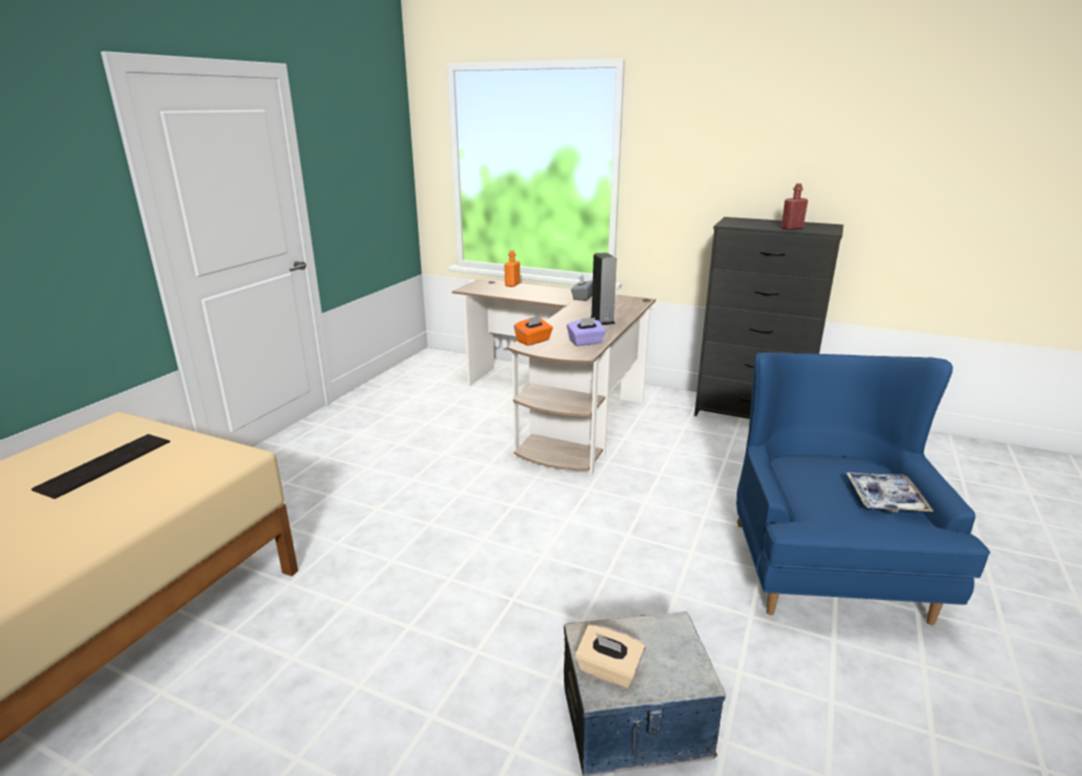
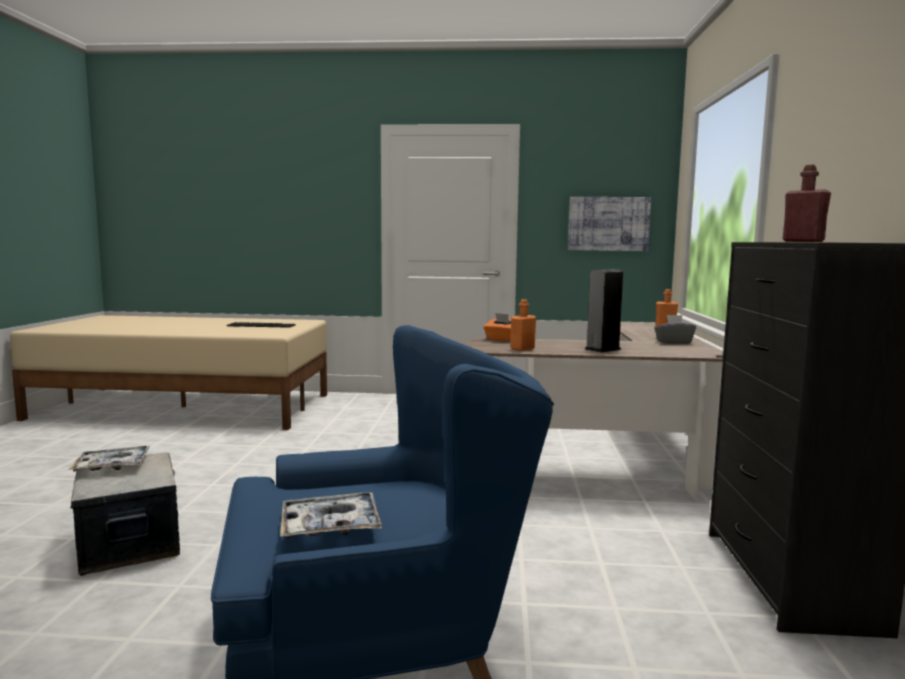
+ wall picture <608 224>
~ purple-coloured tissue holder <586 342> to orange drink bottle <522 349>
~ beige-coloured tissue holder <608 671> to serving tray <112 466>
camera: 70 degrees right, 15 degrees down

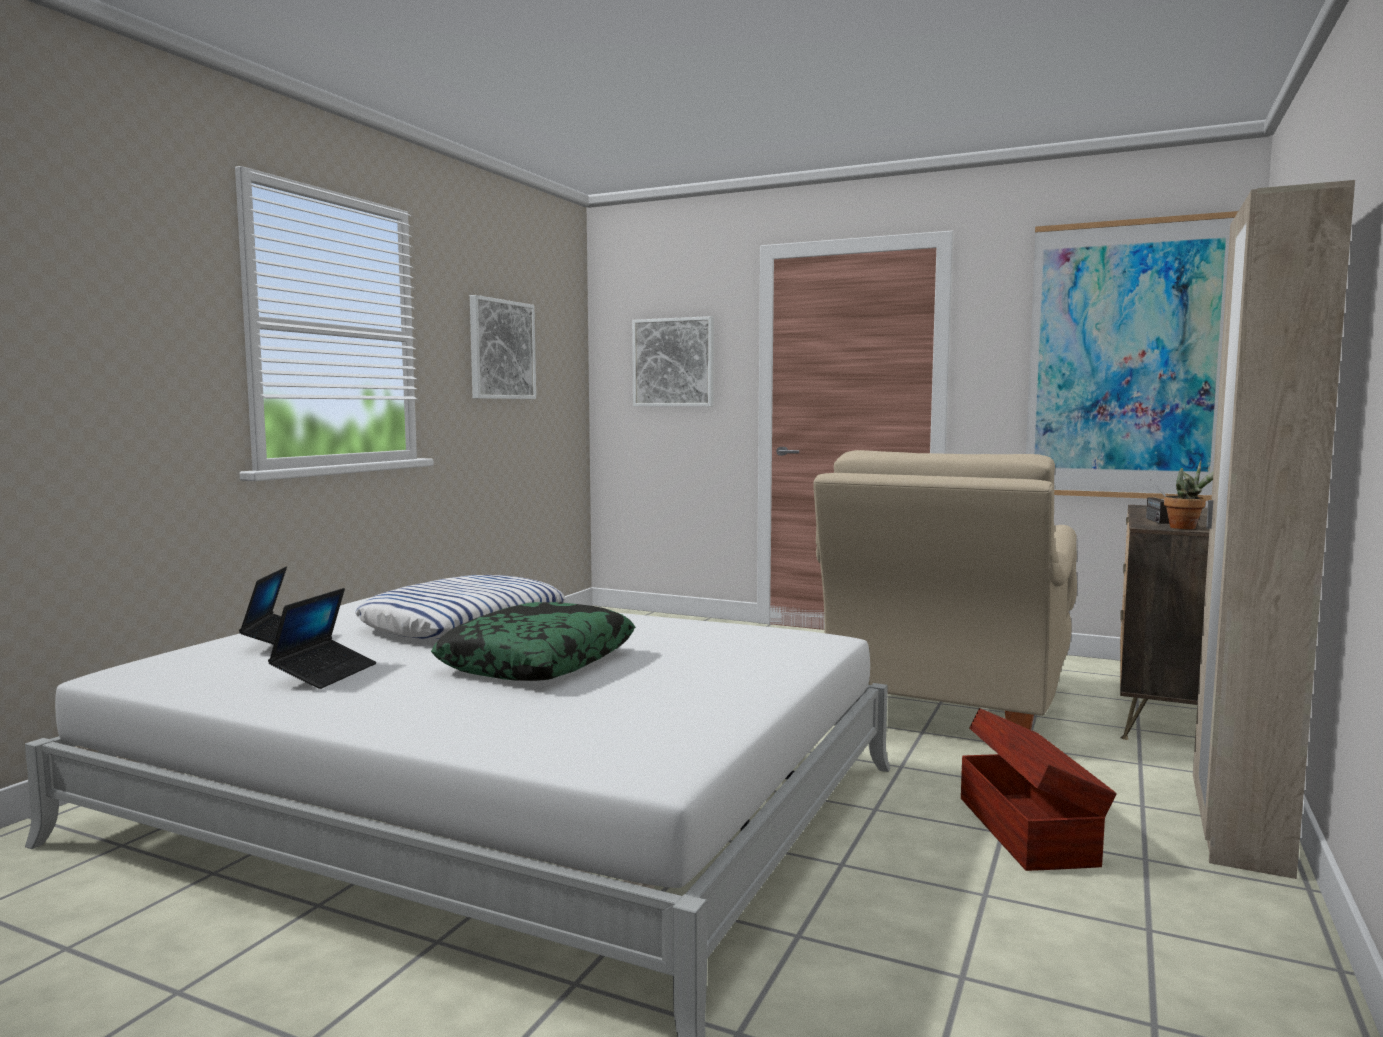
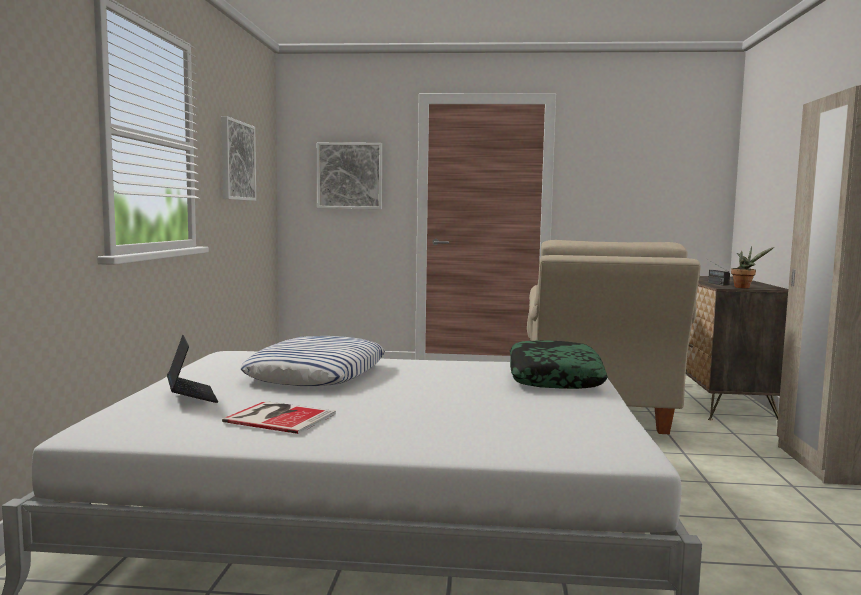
- brown-coloured storage container <1027 829>
- wall picture <1124 361>
~ cushion <538 661> to <553 378>
~ notebook computer <325 673> to volume <279 417>
camera: 20 degrees left, 0 degrees up

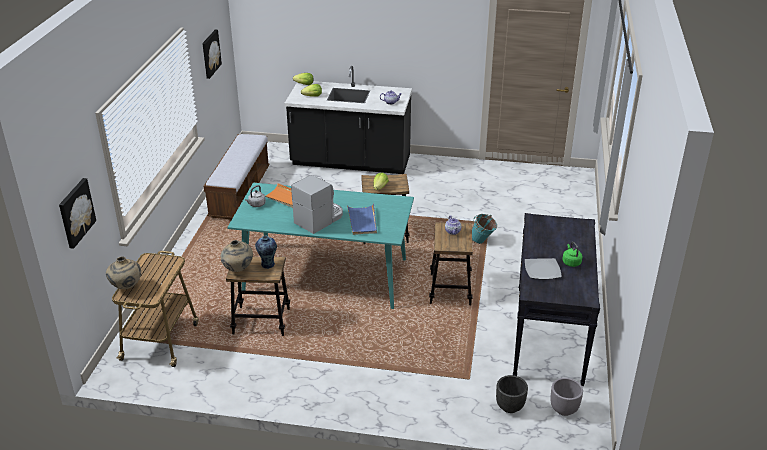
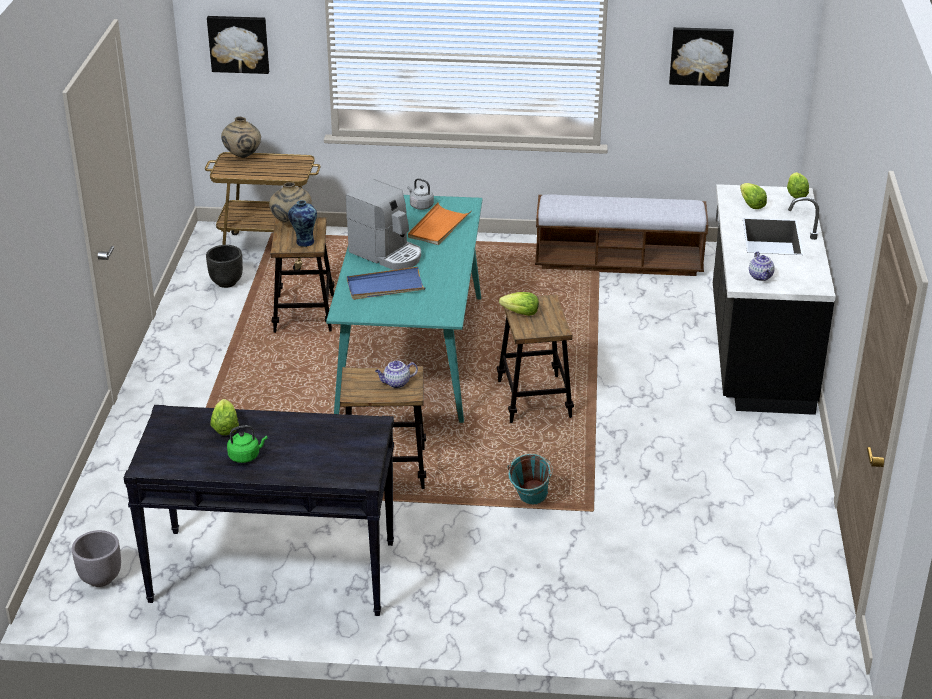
~ blackish planter <510 407> to <226 283>
~ plate <543 270> to lettuce <225 428>
camera: 85 degrees right, 0 degrees up

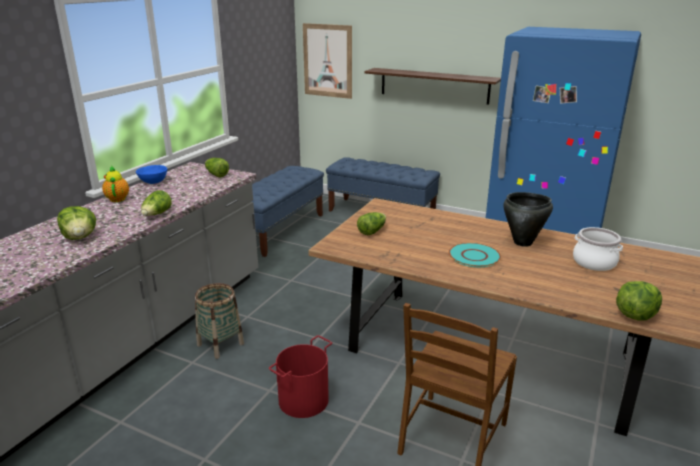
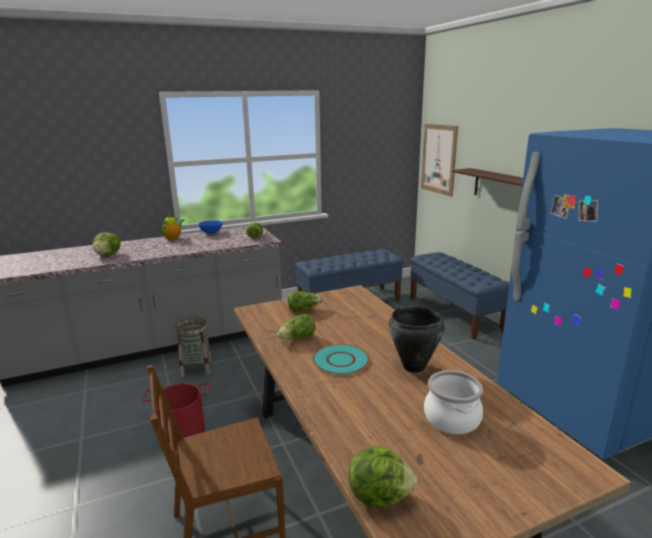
~ lettuce <157 214> to <297 338>
camera: 40 degrees right, 5 degrees down

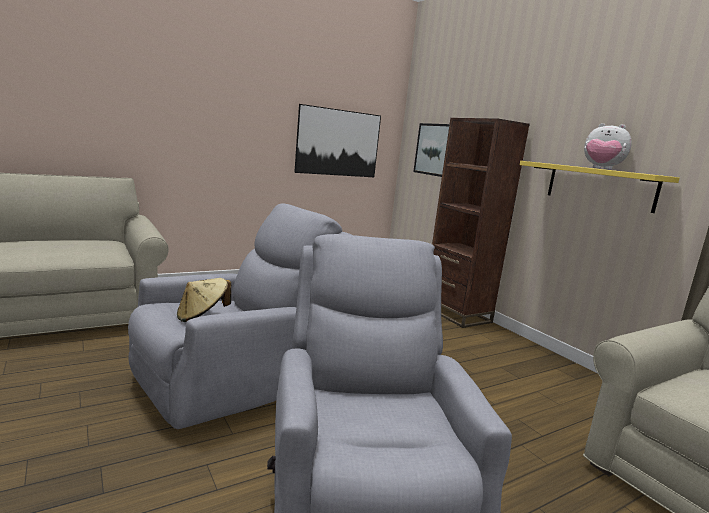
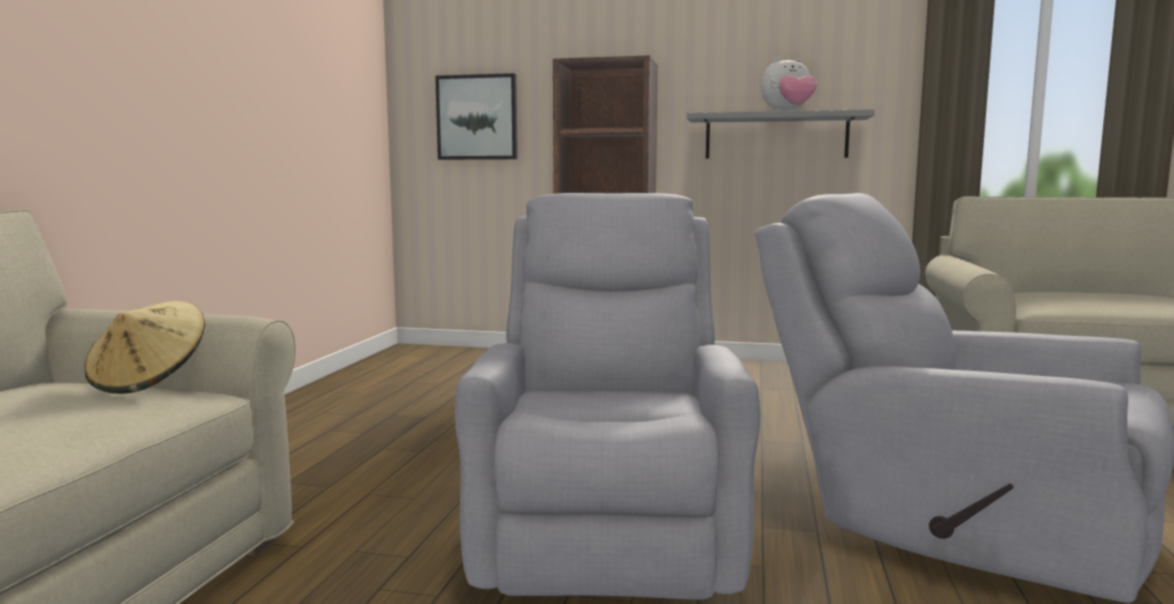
- wall picture <338 143>
~ beige-coloured hat <202 316> to <150 381>
~ yellow-coloured wall shelf <599 186> to grey wall shelf <776 136>
camera: 45 degrees left, 5 degrees down

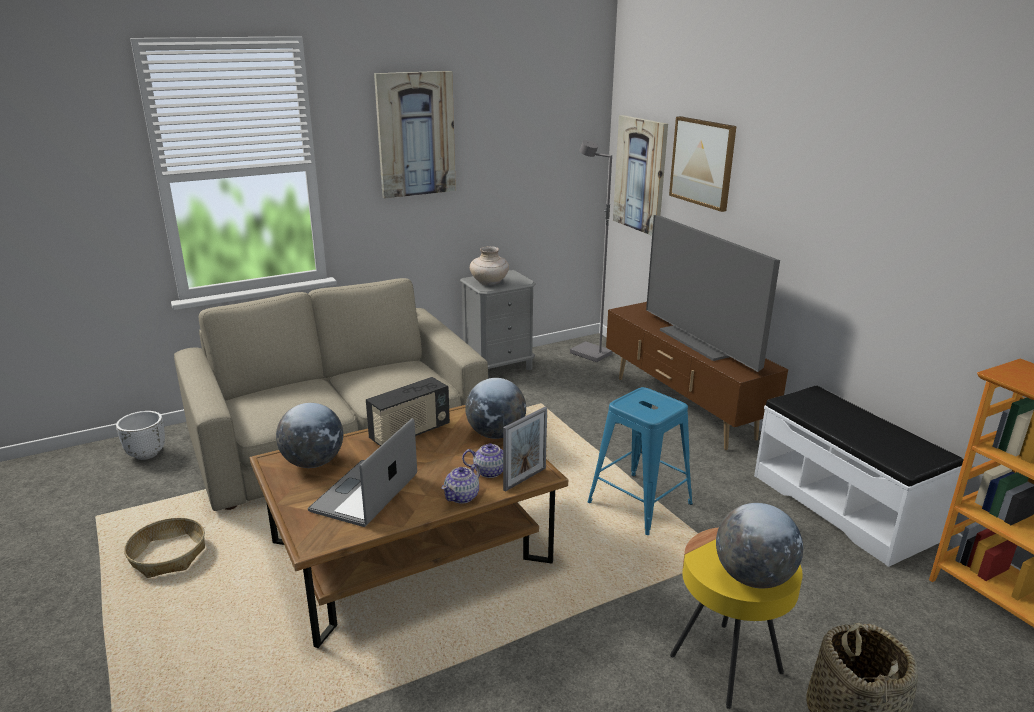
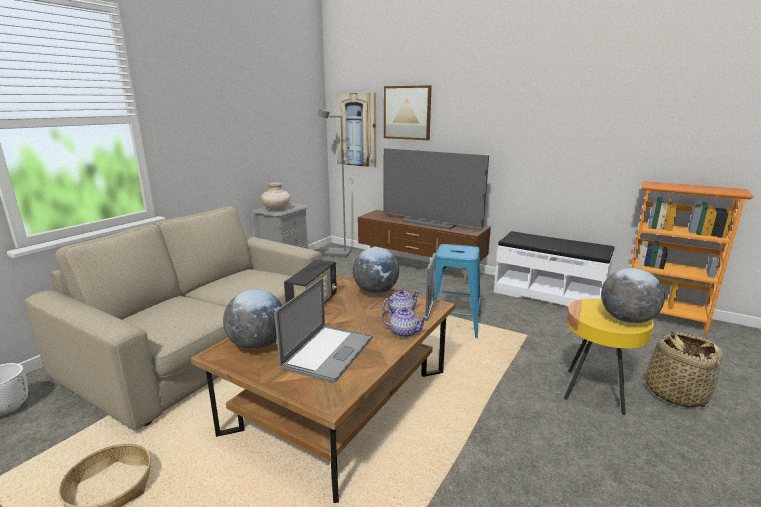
- wall picture <415 134>
~ notebook computer <365 493> = <328 352> 150 degrees counterclockwise
~ teapot <462 496> = <404 332> 75 degrees counterclockwise
camera: 30 degrees left, 5 degrees down

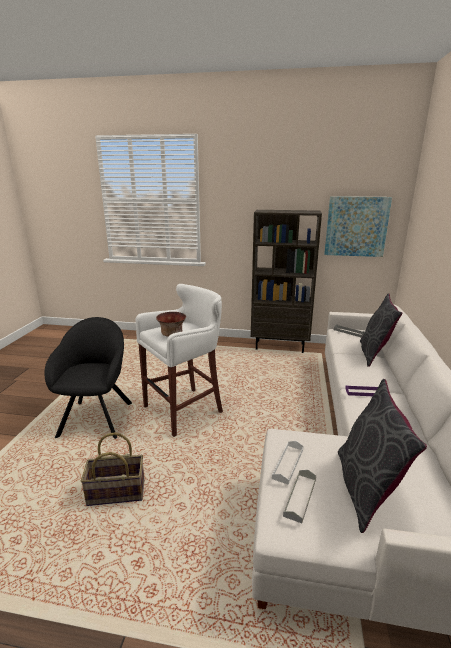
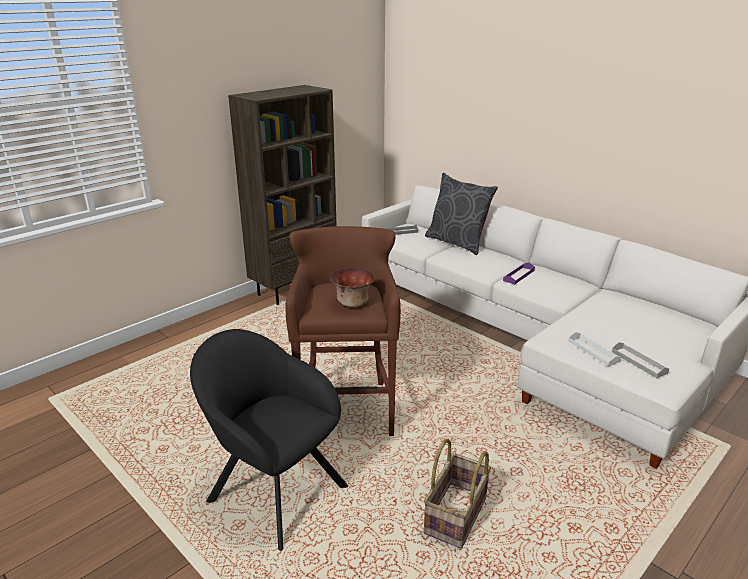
- wall picture <356 226>
- grey cushion <366 489>
~ whitish stool seat <185 410> to brown-coloured stool seat <346 407>
camera: 55 degrees left, 5 degrees up

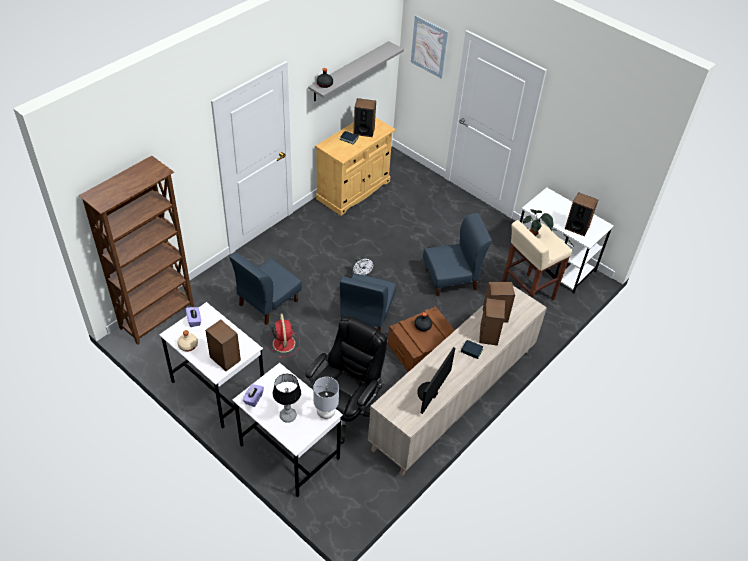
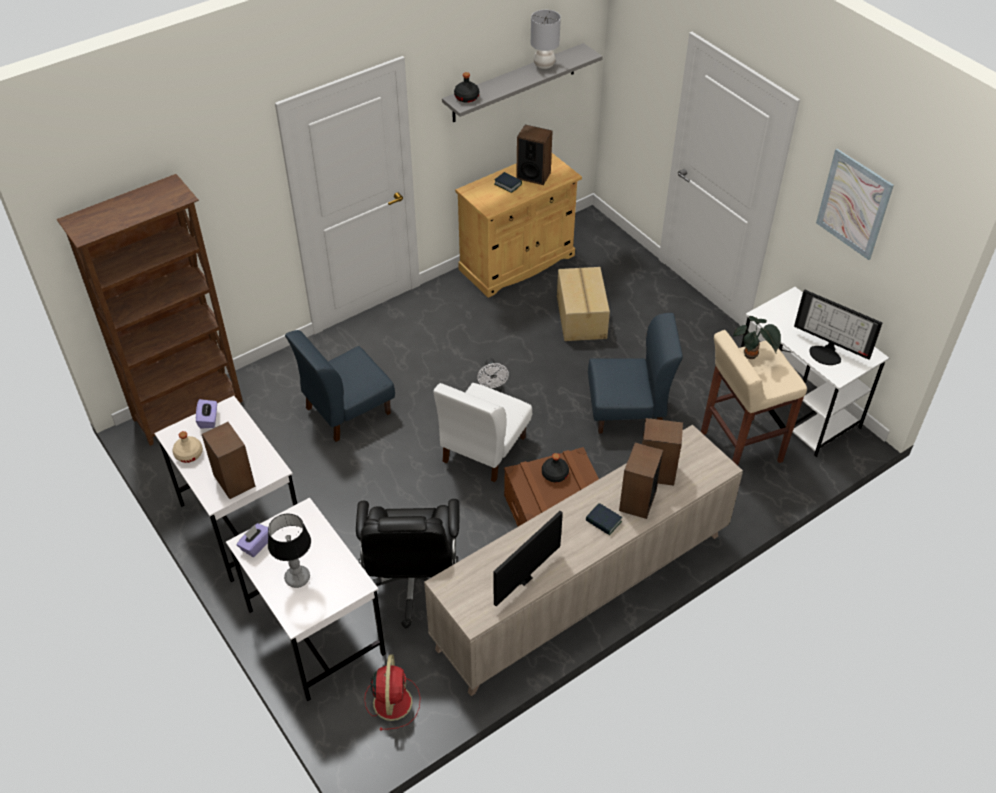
+ carton <582 317>
~ red-coloured electric fan <283 342> to <392 701>
~ grey lamp for a table <326 413> to <544 66>
~ wall picture <429 47> to <854 204>
~ speaker <577 227> to computer display <826 353>
~ blue upright chair <366 316> to whitish upright chair <483 449>
~ blackish office chair <344 410> = <413 584> 135 degrees clockwise
camera: 15 degrees right, 0 degrees up

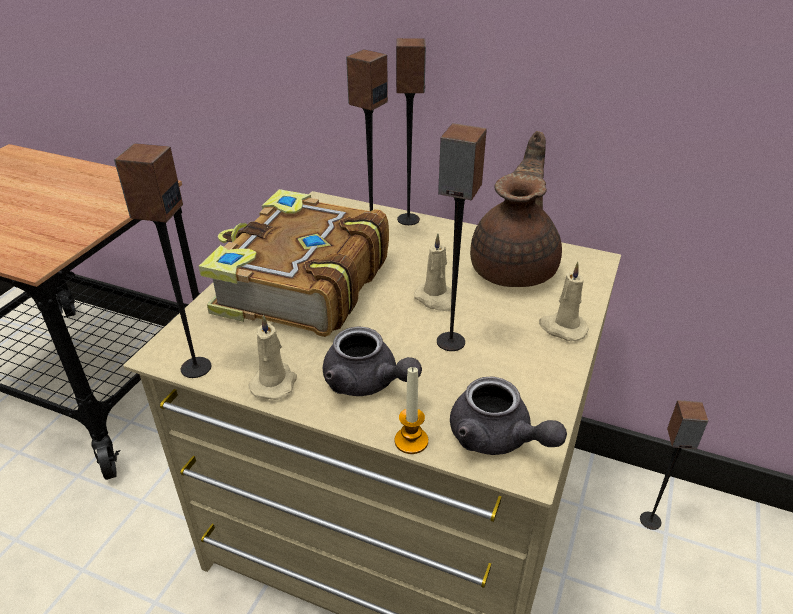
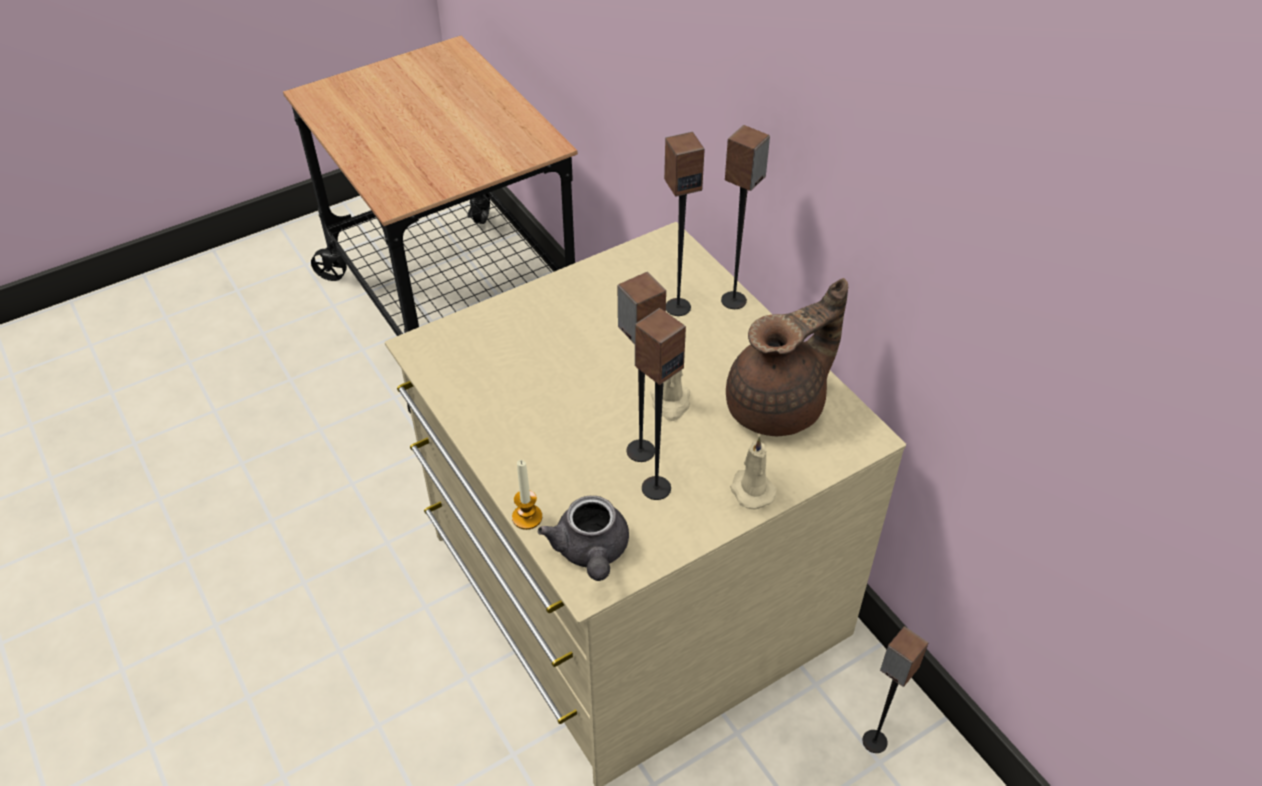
- volume <300 284>
- beige-coloured wax candle <274 382>
- grey teapot <367 382>
~ speaker <195 367> to <656 487>
camera: 35 degrees right, 10 degrees up

